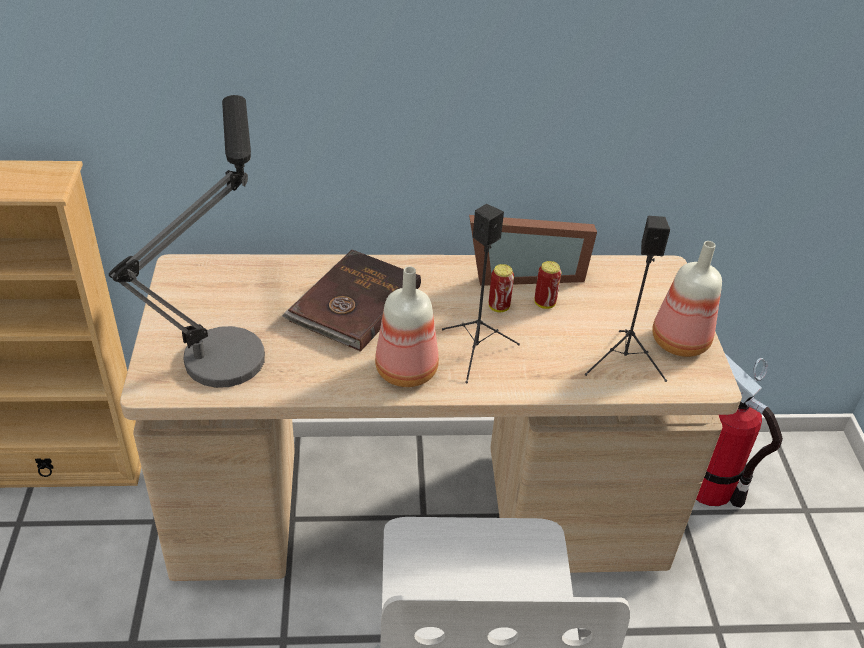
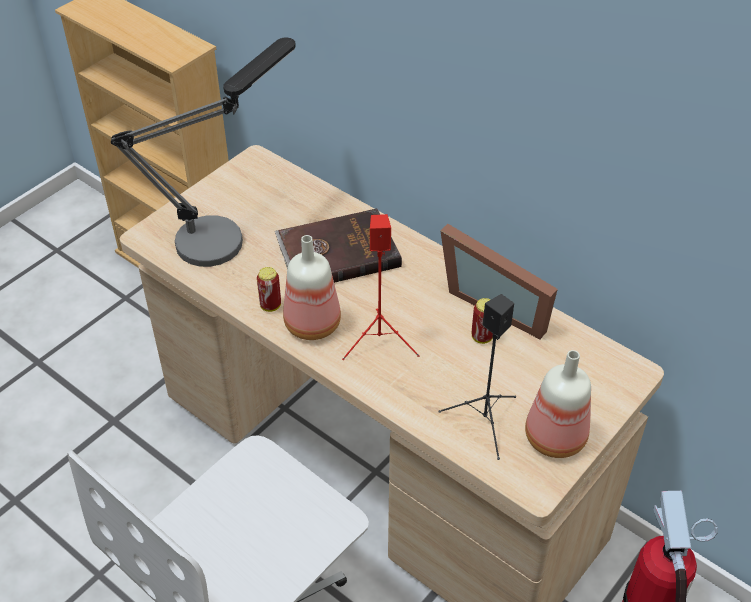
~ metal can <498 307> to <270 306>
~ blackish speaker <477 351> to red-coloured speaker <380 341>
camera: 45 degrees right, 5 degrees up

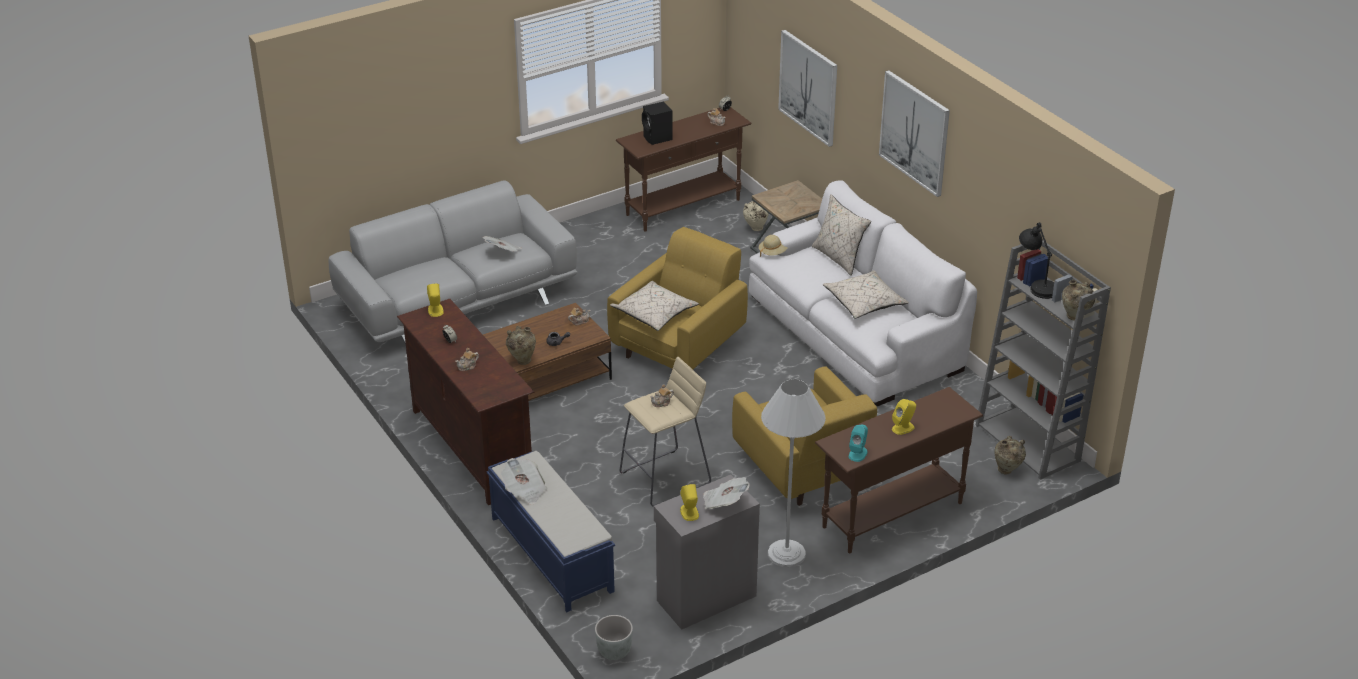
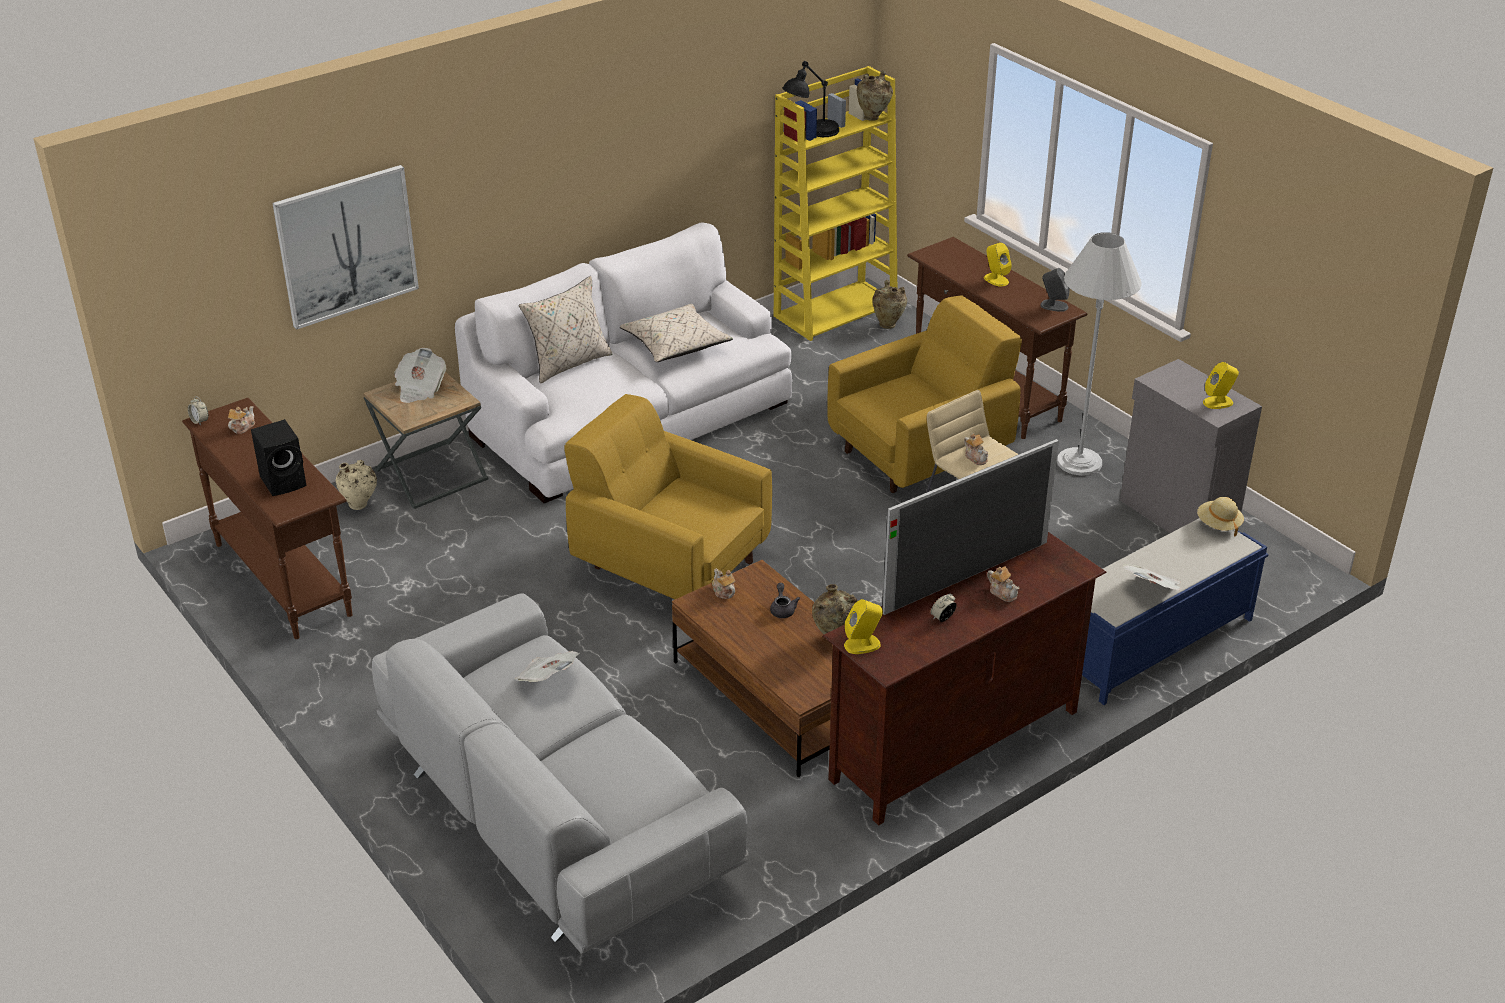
- grey planter <615 651>
- beige-coloured cushion <654 313>
- wall picture <914 132>
+ TV <967 577>
~ newspaper <724 502> to <420 389>
~ beige-coloured hat <772 252> to <1218 524>
~ blue-green speaker <858 453> to grey speaker <1053 306>
~ grey bookcase <1029 443> to yellow-coloured bookcase <836 310>
camera: 95 degrees left, 0 degrees up

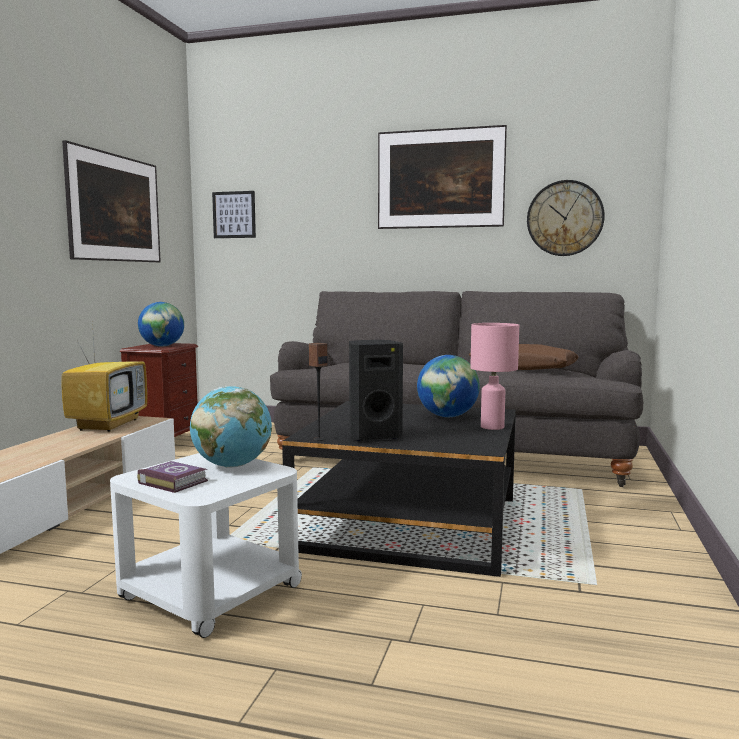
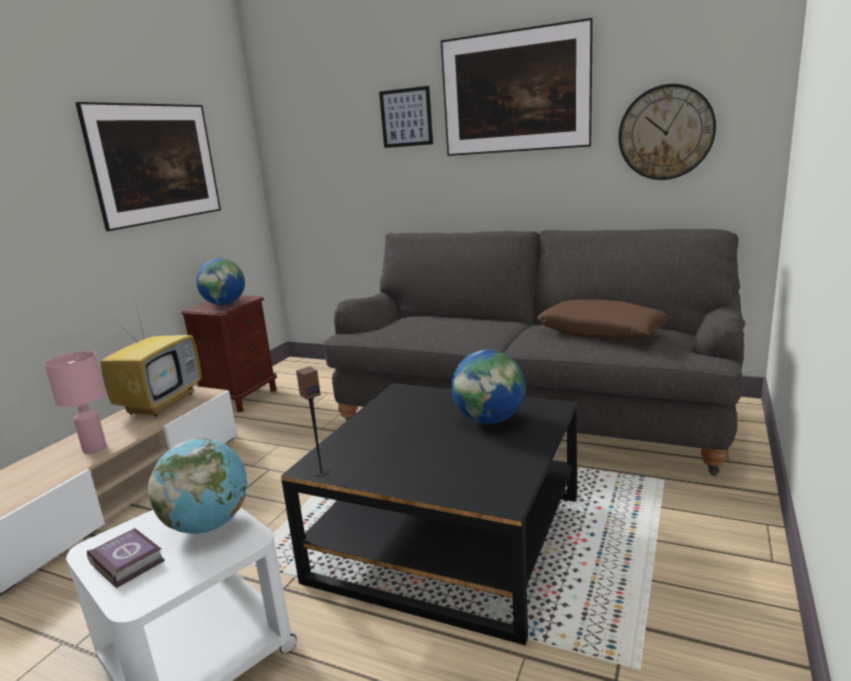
- blackish speaker <373 436>
~ wall picture <234 214> to <406 117>
~ pink-coloured lamp for a table <493 427> to <95 448>
camera: 10 degrees right, 10 degrees up

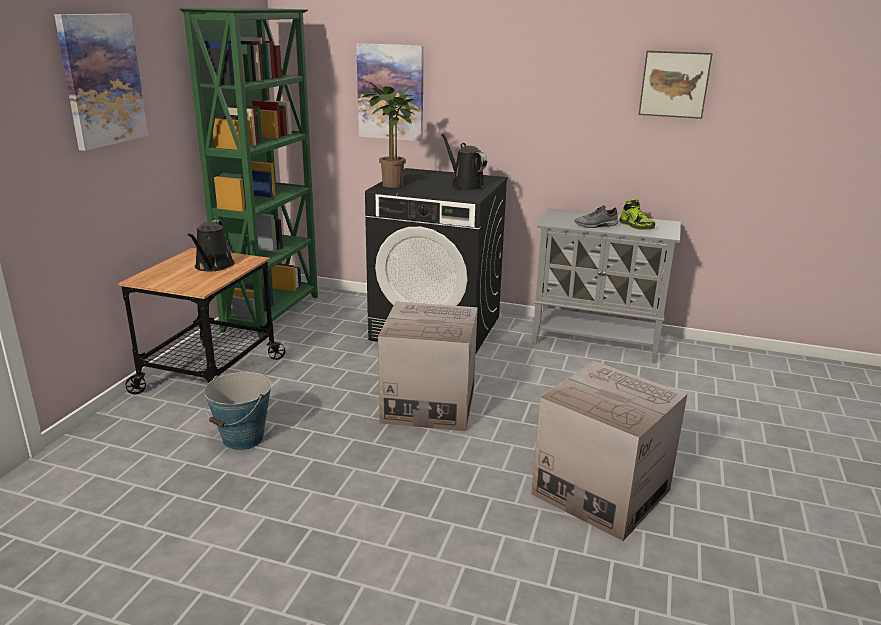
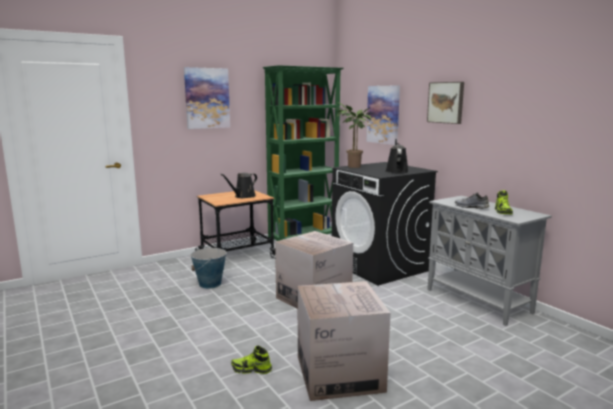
+ low shoe <251 369>
~ wall picture <674 84> to <446 102>
camera: 40 degrees right, 10 degrees down

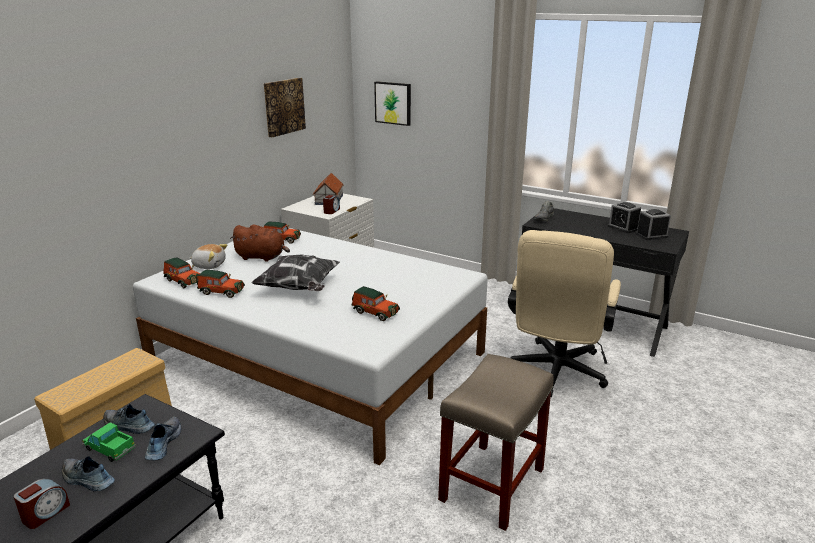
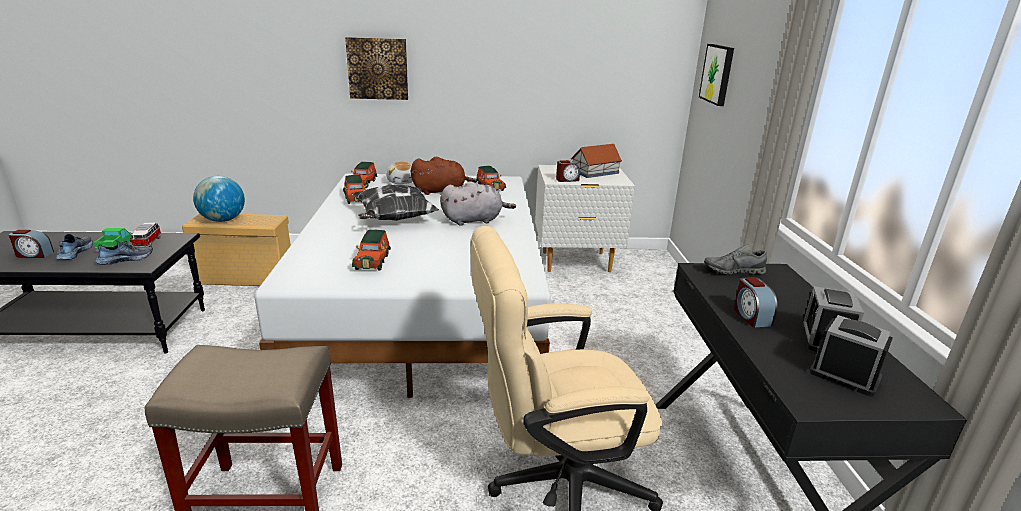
+ desk globe <223 220>
+ grey soft toy <474 220>
+ table clock <751 316>
~ wall picture <283 106> to <378 68>
~ low shoe <128 426> to miniature car <148 242>
~ brown-coloured soft toy <262 257> = <441 191> 75 degrees counterclockwise
camera: 55 degrees right, 0 degrees up

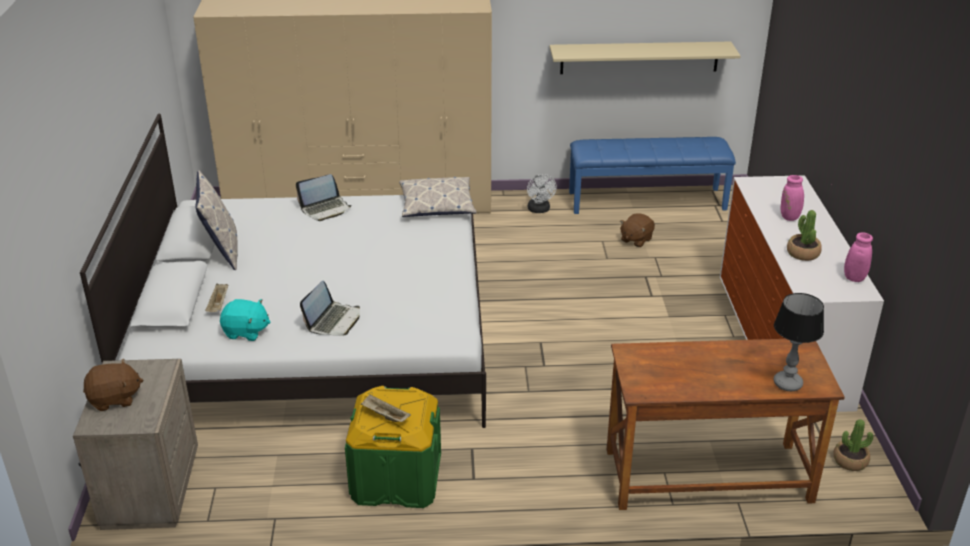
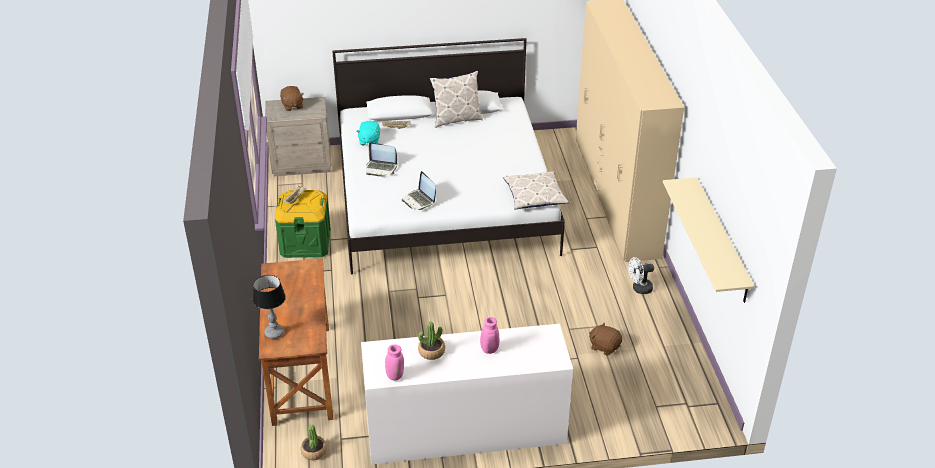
- blue bench <647 200>
~ notebook computer <325 209> to <419 200>
camera: 85 degrees right, 5 degrees up

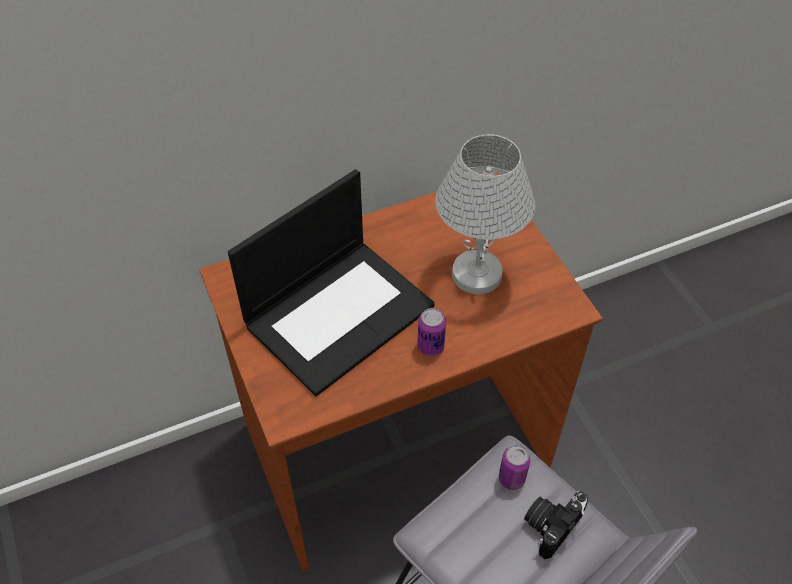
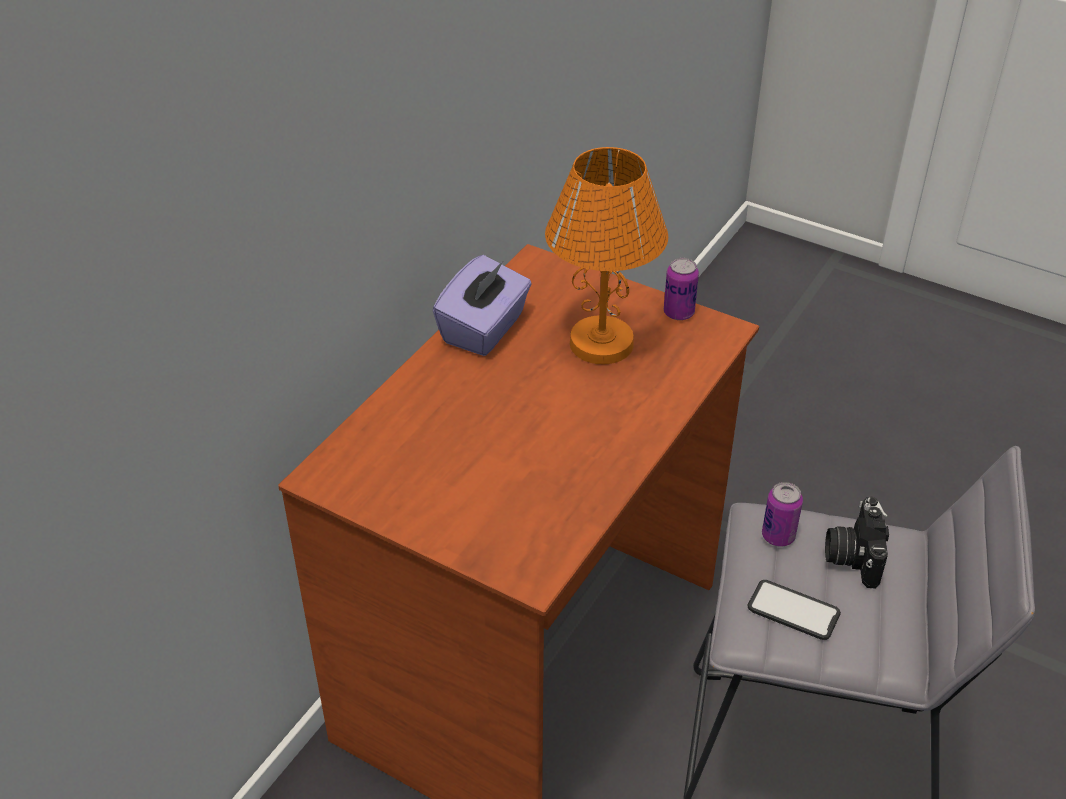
- notebook computer <339 313>
+ purple-coloured tissue holder <484 329>
+ handset <793 610>
~ metal can <430 347> to <678 313>
~ whitish lamp for a table <476 273> to orange lamp for a table <600 343>
camera: 35 degrees left, 10 degrees down

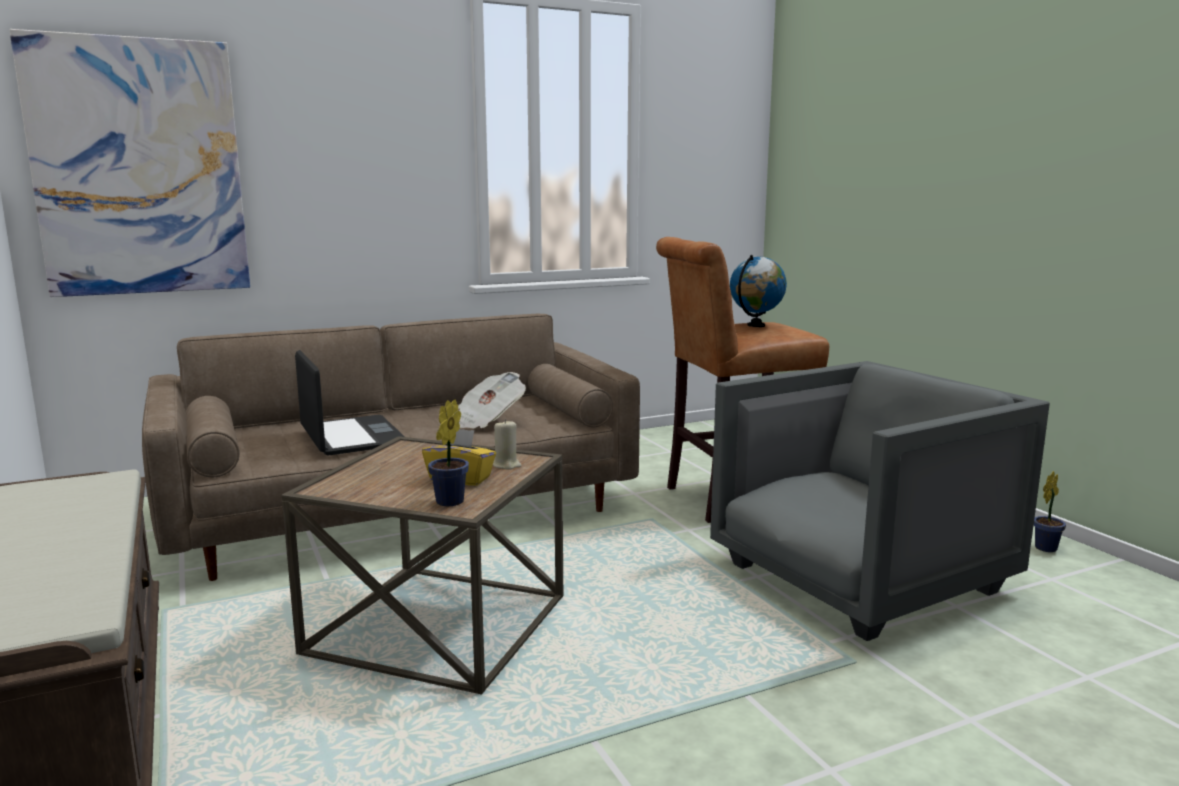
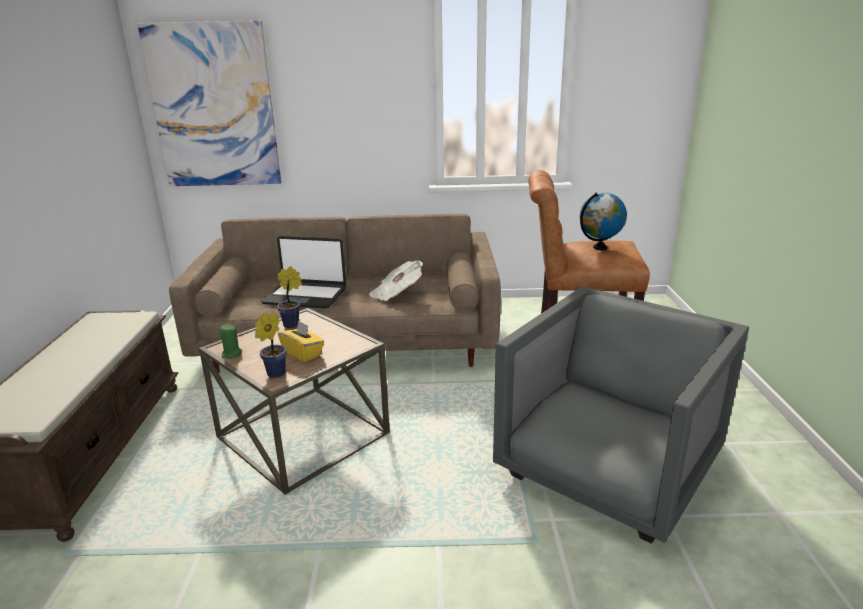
- beige-coloured wax candle <506 465>
+ greenish wax candle <232 354>
~ houseplant <1047 547> to <293 324>
~ notebook computer <351 437> = <305 296> 105 degrees clockwise
~ grey armchair <858 579> = <608 470> 45 degrees counterclockwise
camera: 25 degrees right, 10 degrees up

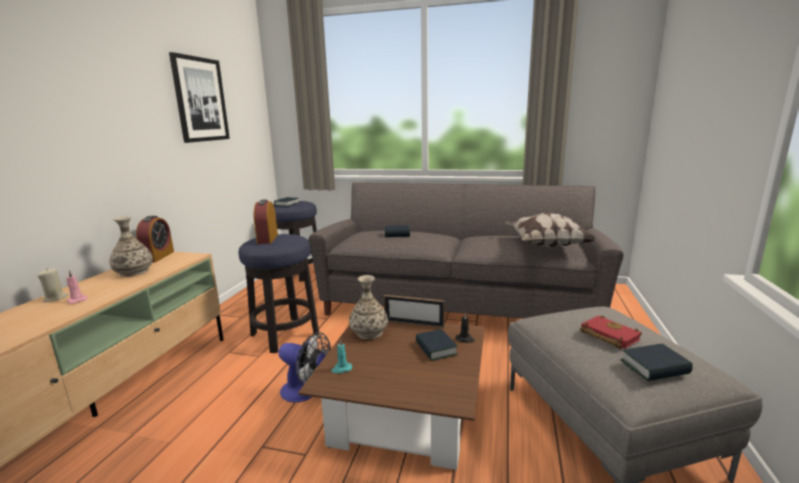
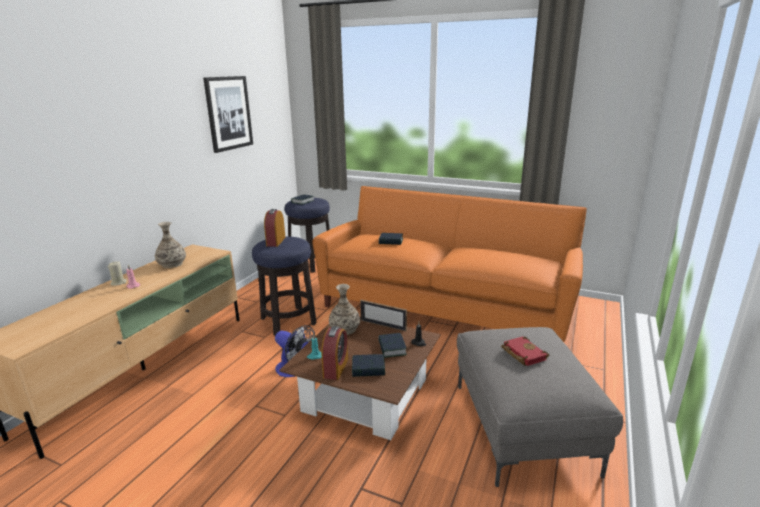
- cushion <545 245>
~ table clock <158 256> to <336 368>
~ volume <655 367> to <368 369>
~ grey sofa <458 302> to orange sofa <445 306>
camera: 10 degrees right, 5 degrees up

